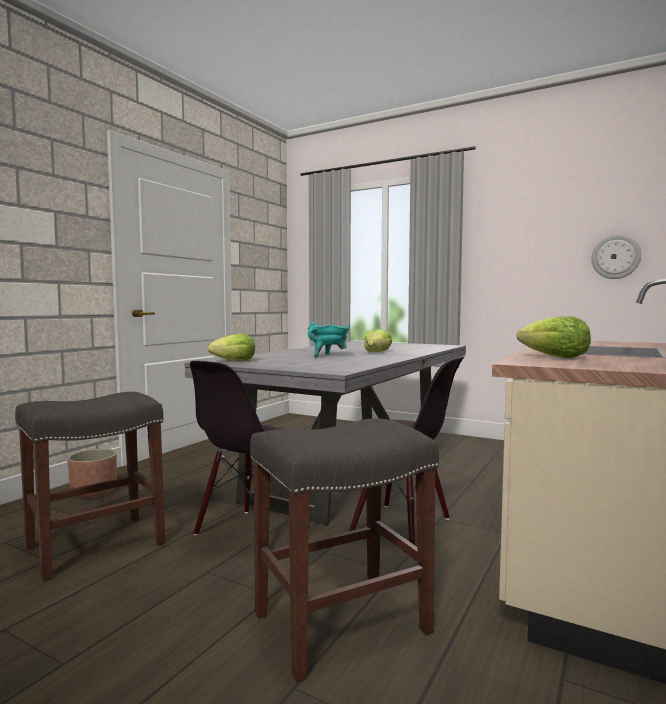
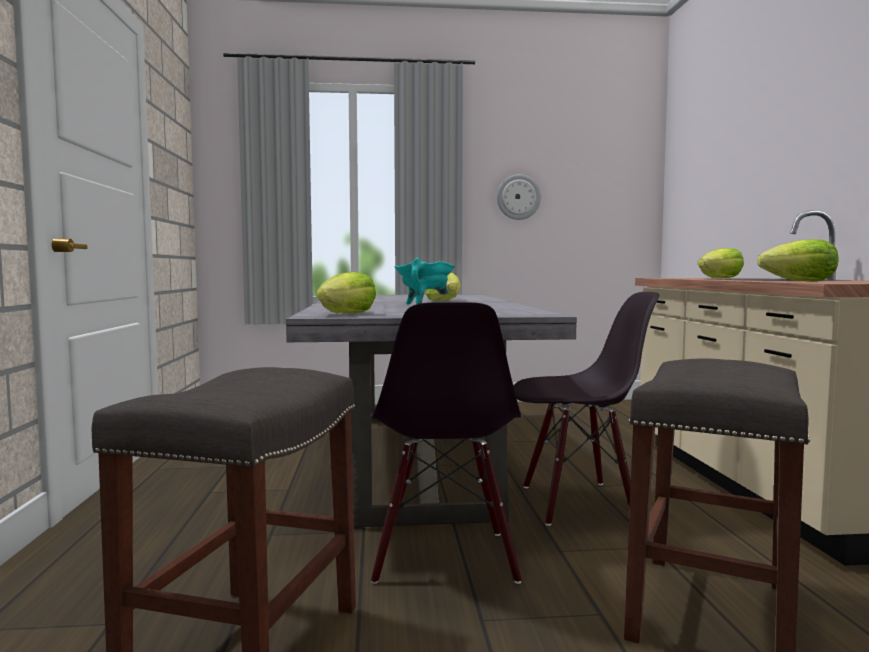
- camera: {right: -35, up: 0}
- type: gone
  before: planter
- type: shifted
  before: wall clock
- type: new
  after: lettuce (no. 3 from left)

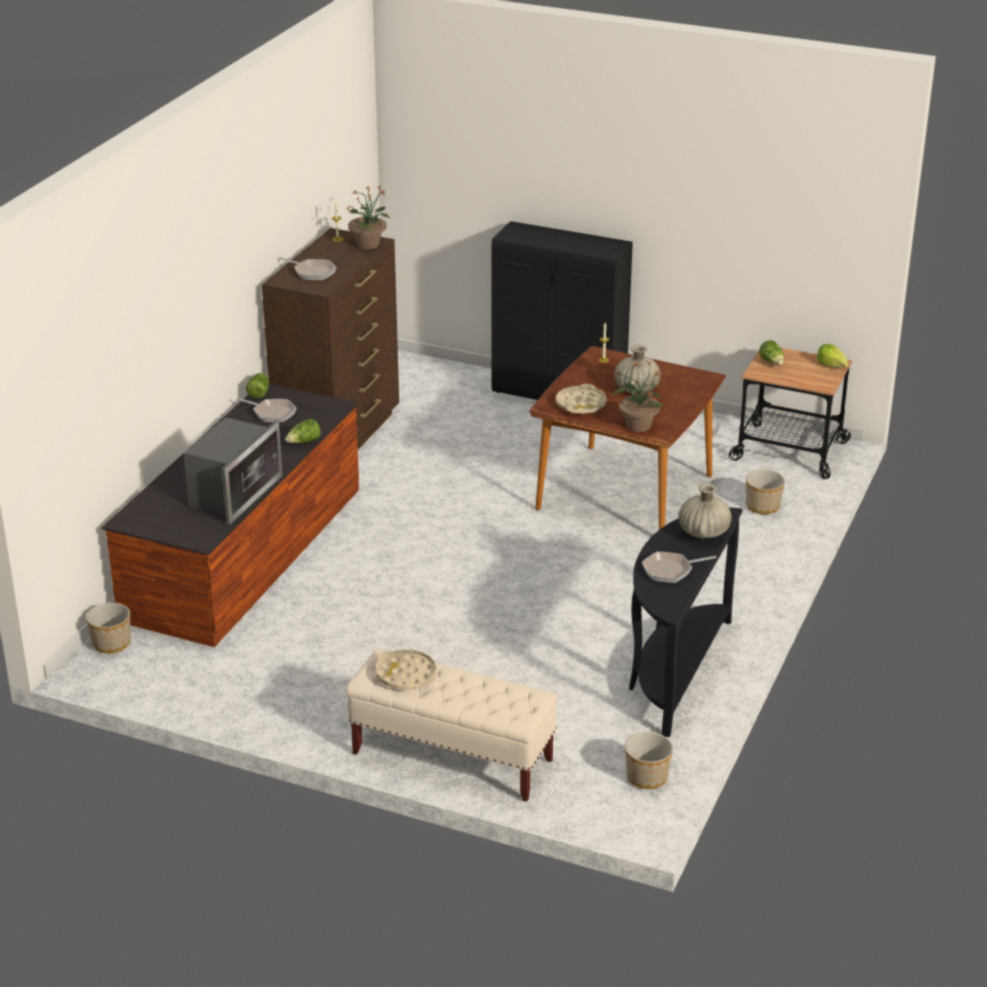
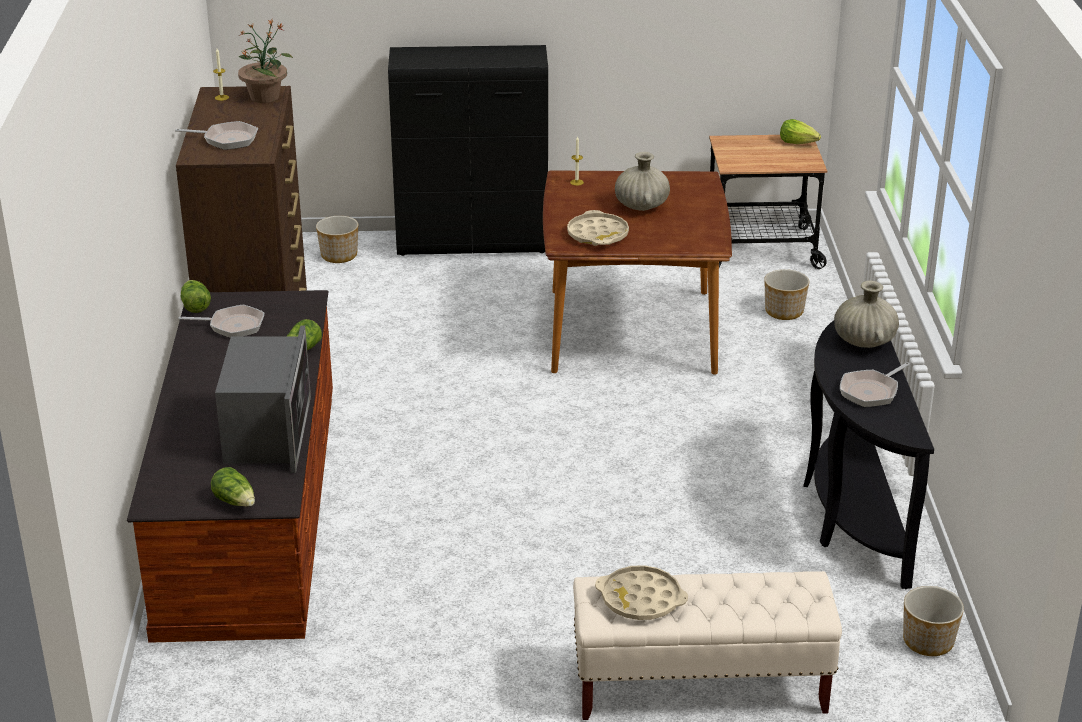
- camera: {right: -25, up: 0}
- type: shifted
  before: planter (no. 1 from left)
- type: gone
  before: potted plant (no. 2 from left)
- type: shifted
  before: lettuce (no. 3 from left in the first image)
  after: lettuce (no. 2 from left)

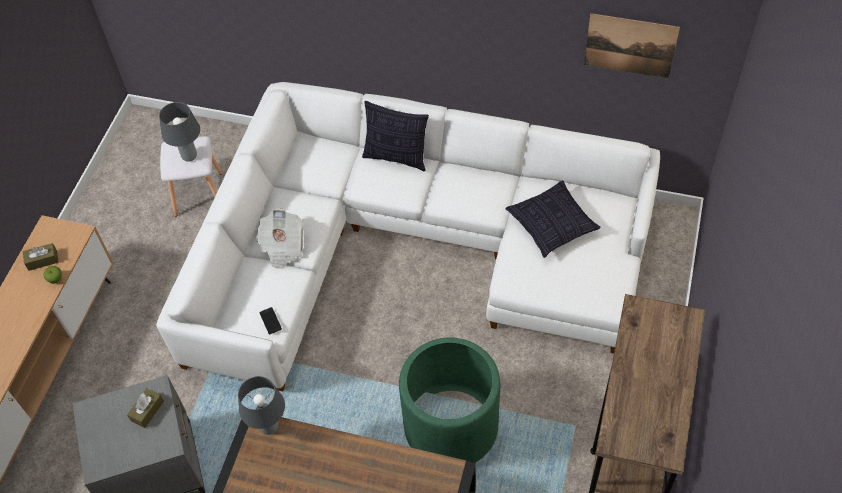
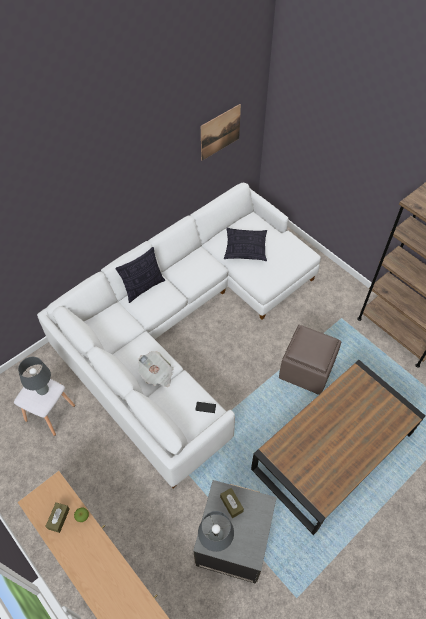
- camera: {right: -60, up: 0}
- type: shifted
  before: grey table lamp (no. 2 from left)
- type: swapped
  before: green planter
  after: brown ottoman

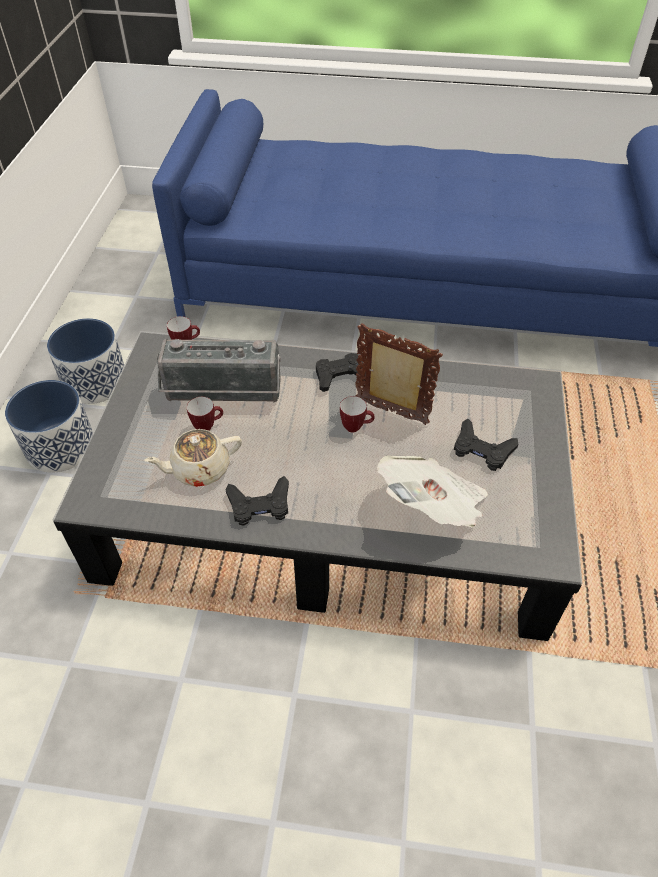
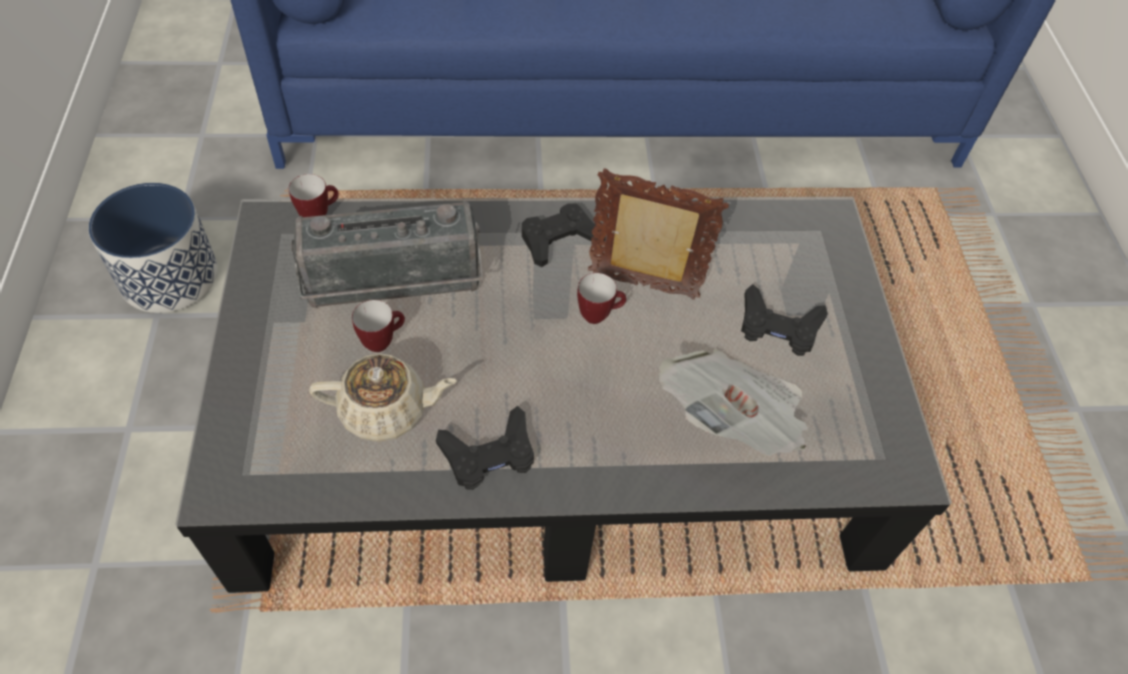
- camera: {right: -15, up: 5}
- type: gone
  before: planter (no. 1 from left)
- type: rotated
  before: beige teapot
  turn: -150

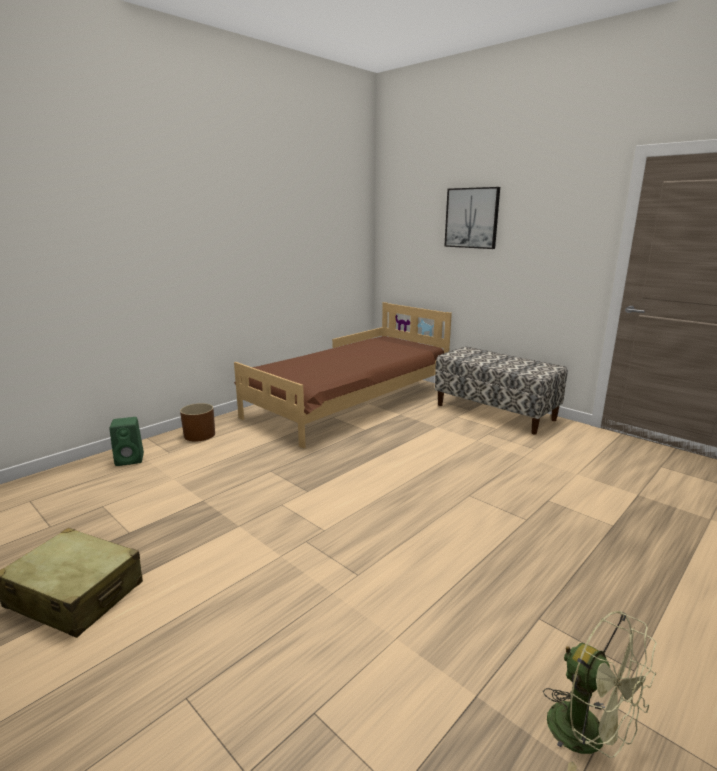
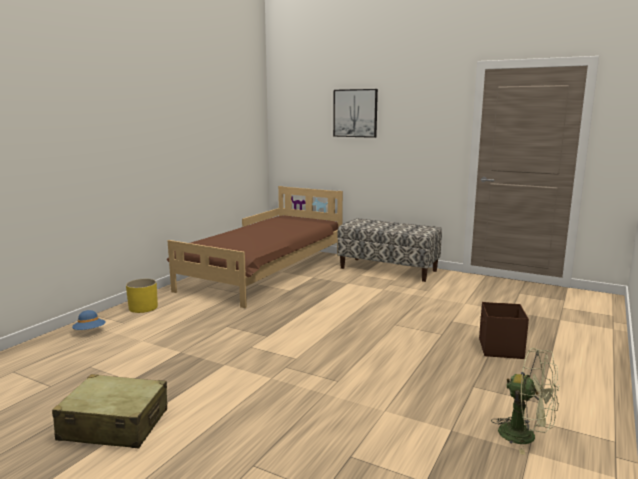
- camera: {right: -15, up: -5}
- type: swapped
  before: green speaker
  after: blue hat
- type: repainted
  before: brown planter
  after: yellow planter
- type: new
  after: brown storage box

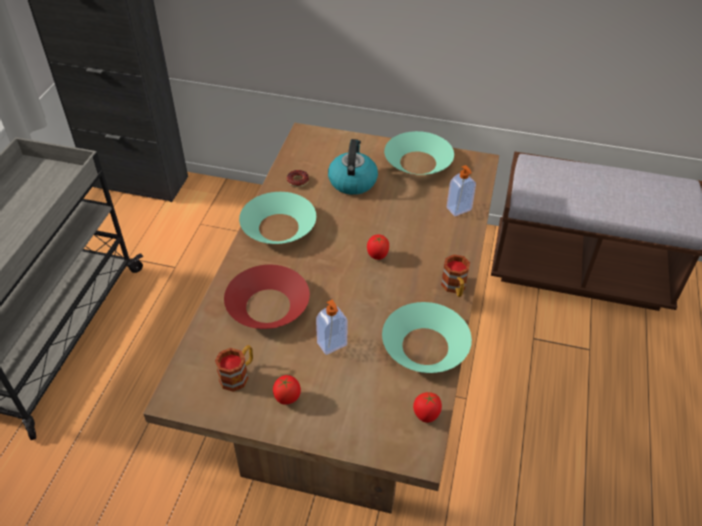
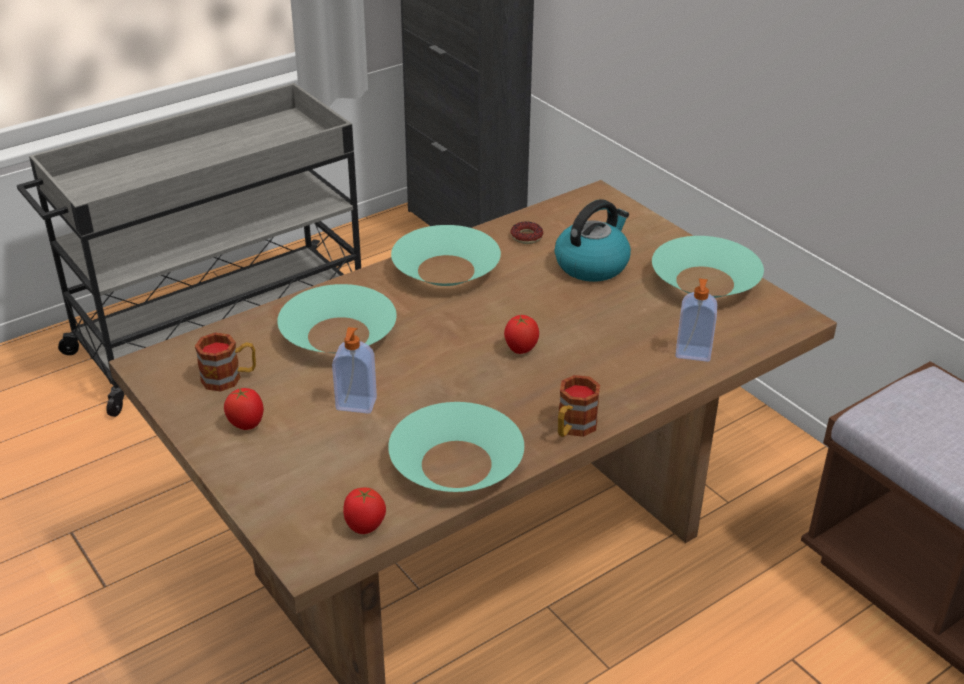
- camera: {right: 40, up: -10}
- type: repainted
  before: red bowl
  after: turquoise bowl (no. 1 from left)

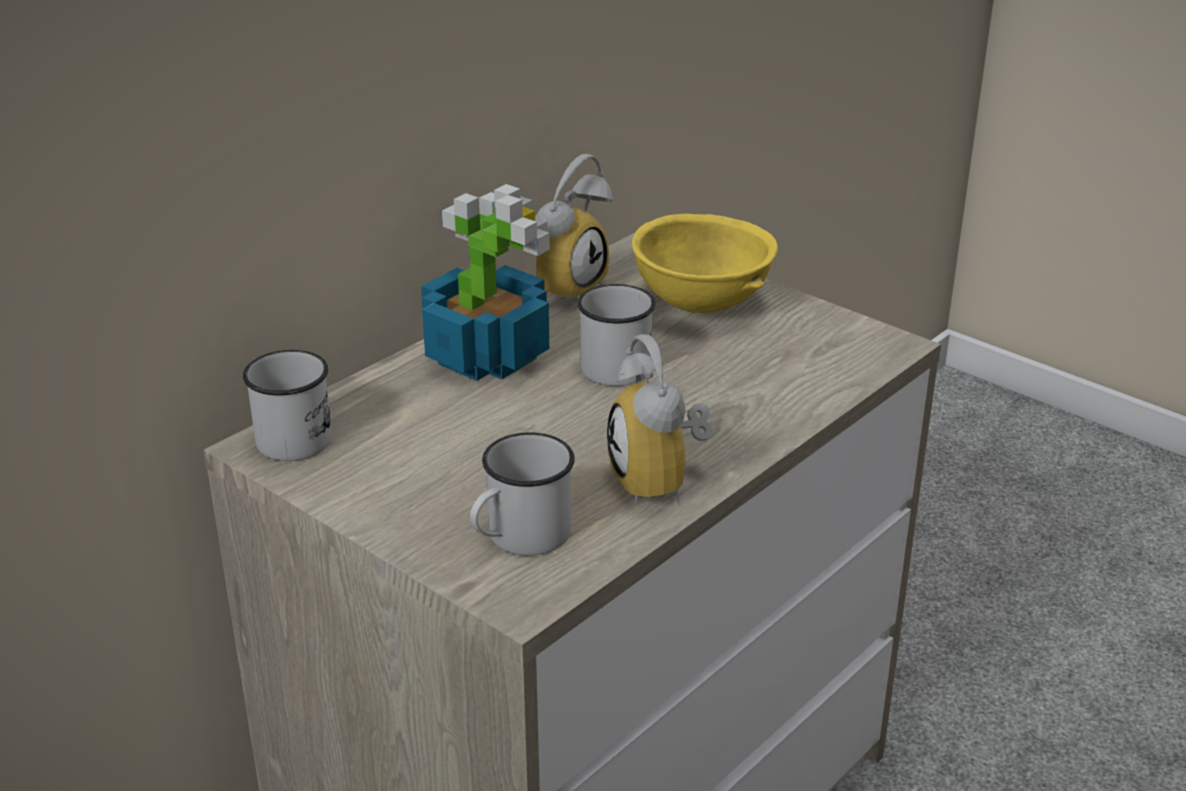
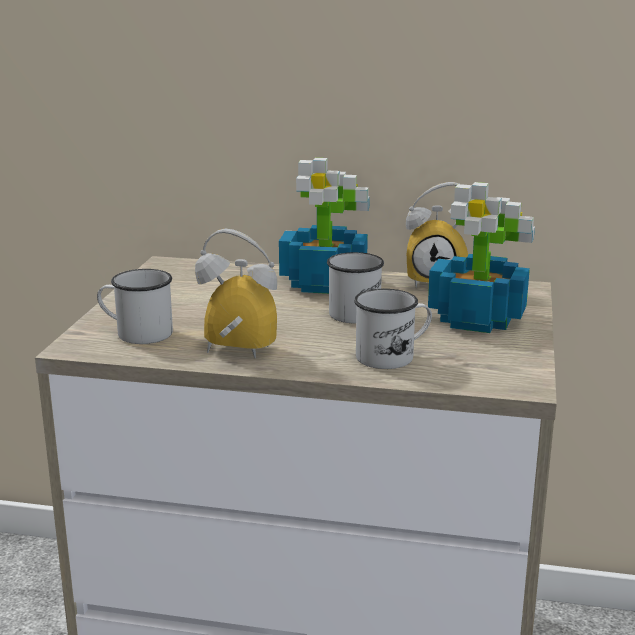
- camera: {right: 60, up: -10}
- type: shifted
  before: white mug (no. 1 from left in the first image)
  after: white mug (no. 3 from left)
- type: rotated
  before: alarm clock (no. 2 from left in the first image)
  turn: 60
- type: swapped
  before: yellow bowl
  after: potted plant (no. 2 from left)

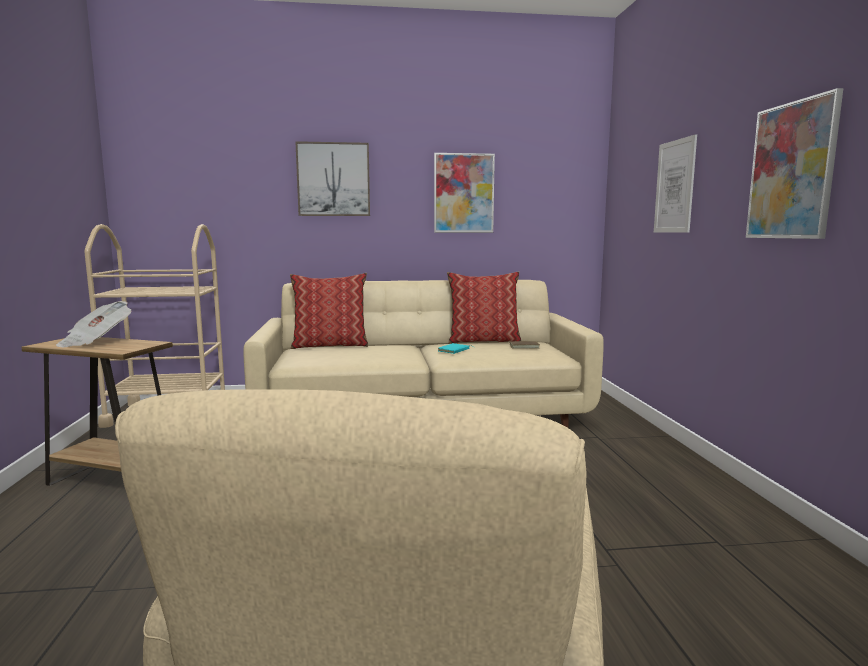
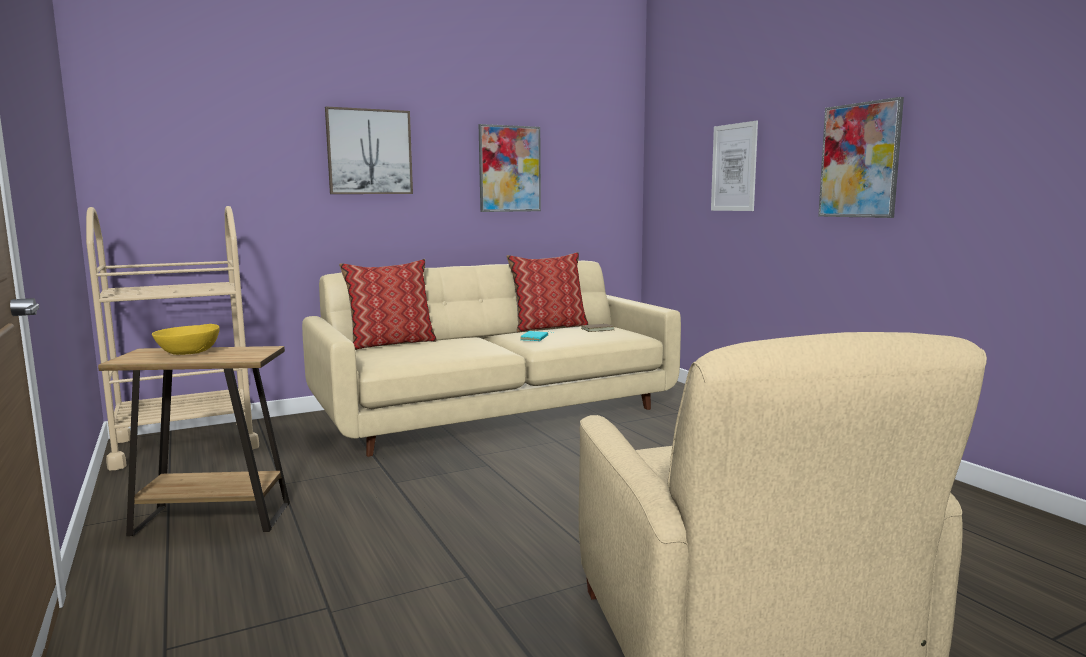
- camera: {right: -20, up: 0}
- type: swapped
  before: newspaper
  after: yellow bowl

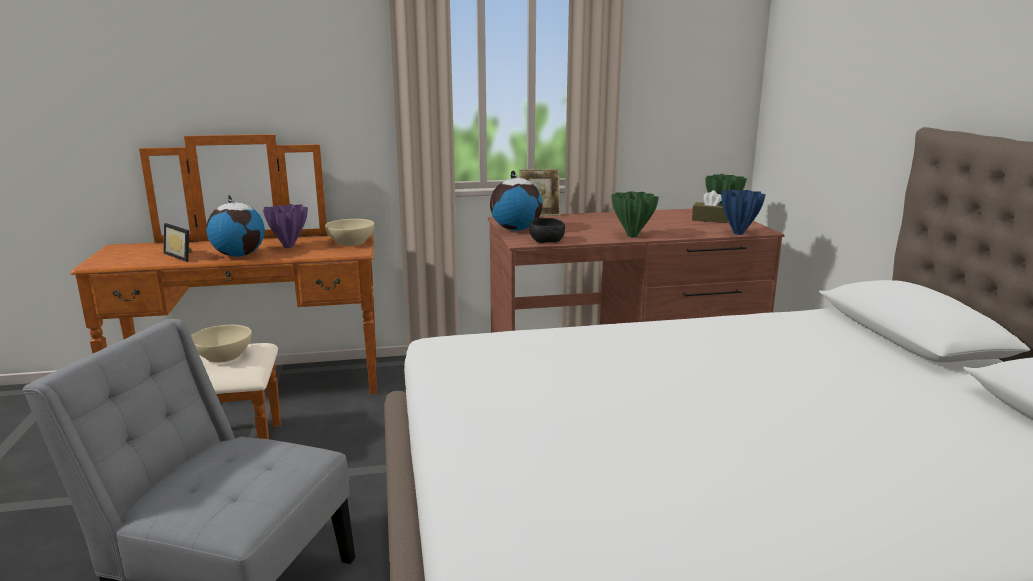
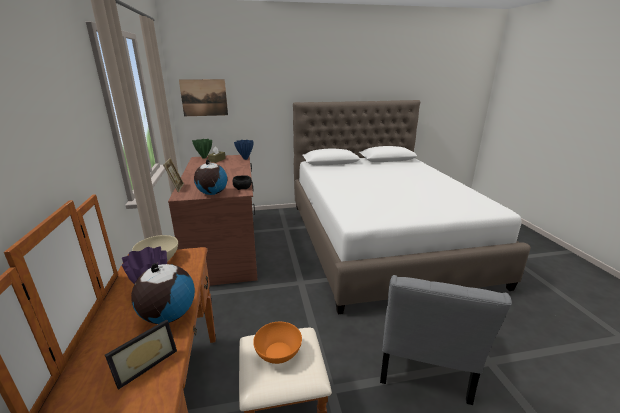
- camera: {right: -90, up: 5}
- type: repainted
  before: beige bowl (no. 1 from left)
  after: orange bowl
- type: gone
  before: green vase (no. 1 from left)
- type: new
  after: picture

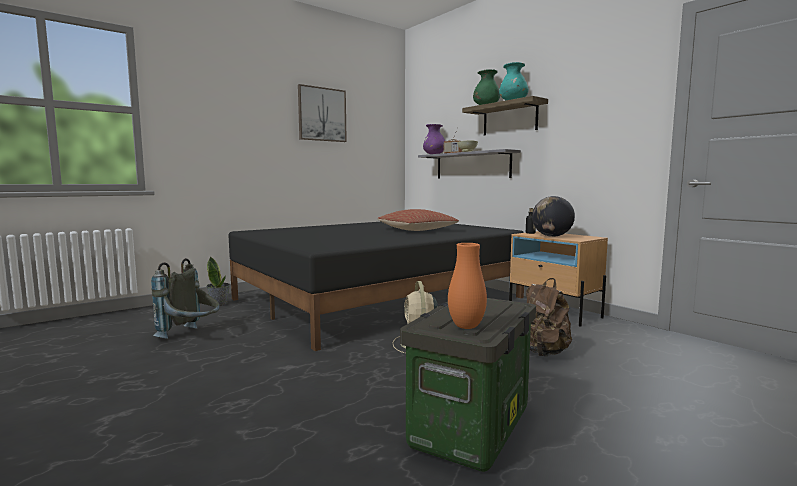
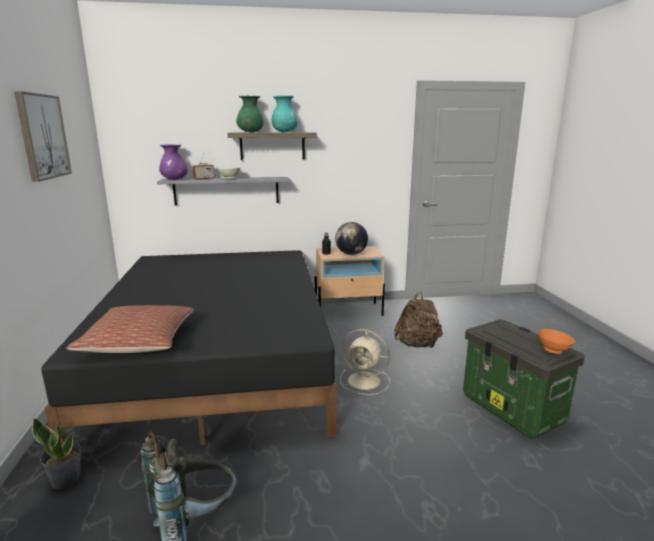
- camera: {right: -60, up: 10}
- type: shifted
  before: pillow
- type: swapped
  before: orange vase
  after: orange bowl

